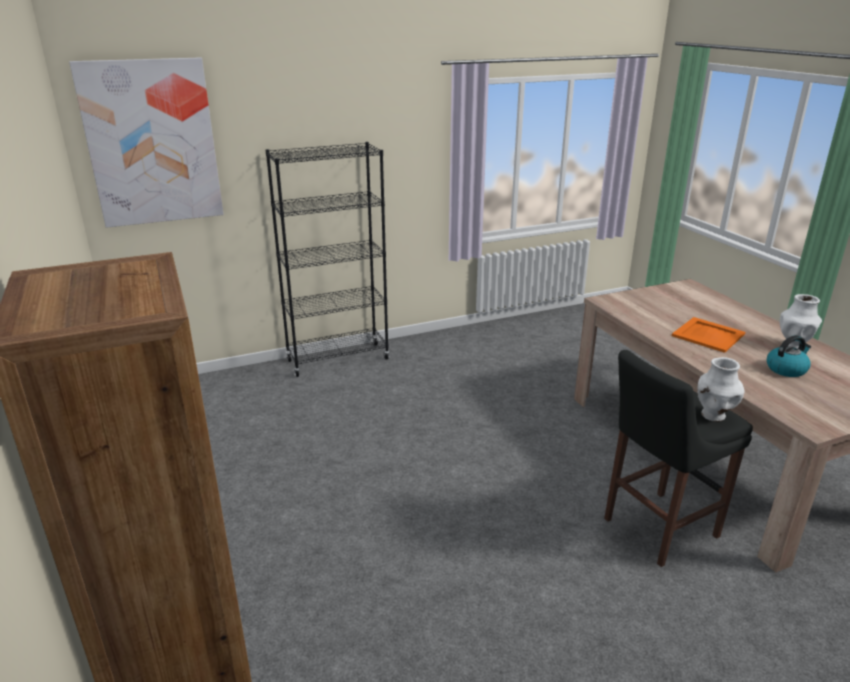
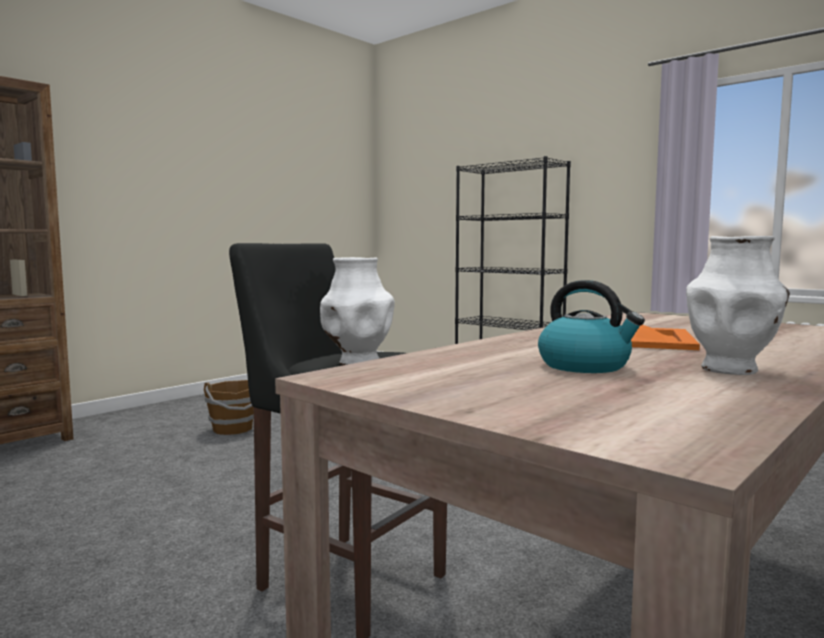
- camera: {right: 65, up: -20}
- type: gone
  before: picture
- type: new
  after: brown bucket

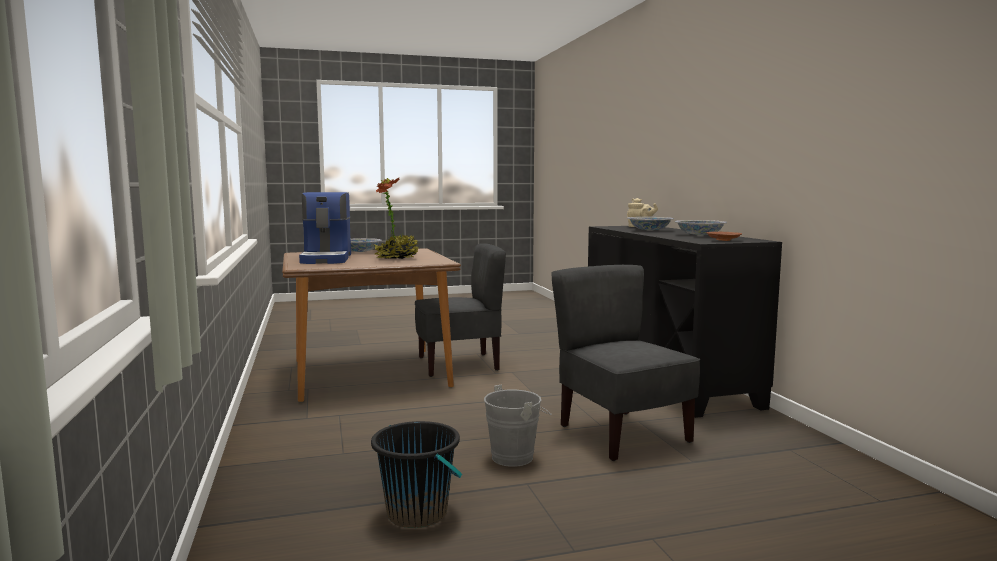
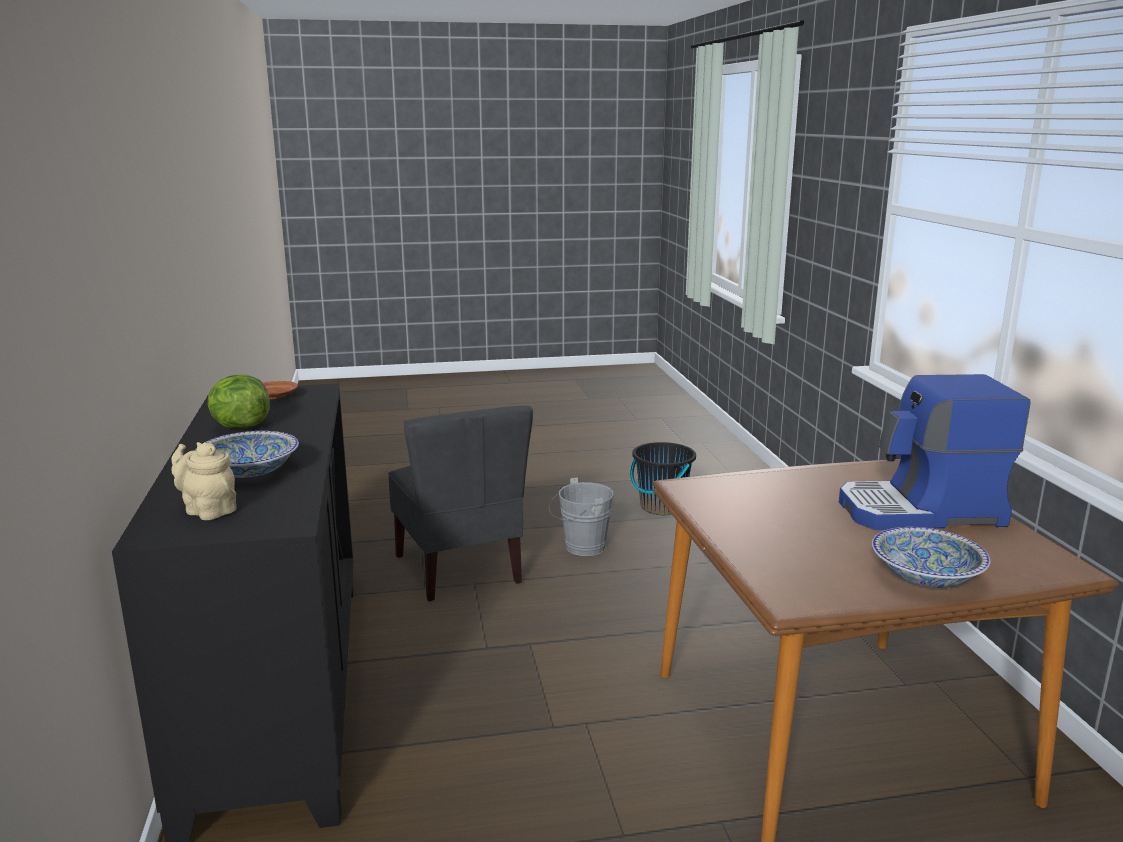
- camera: {right: -175, up: 10}
- type: rotated
  before: coffee machine
  turn: -90
- type: gone
  before: potted plant
- type: gone
  before: grey chair (no. 1 from left)
- type: swapped
  before: bowl (no. 3 from left)
  after: lettuce

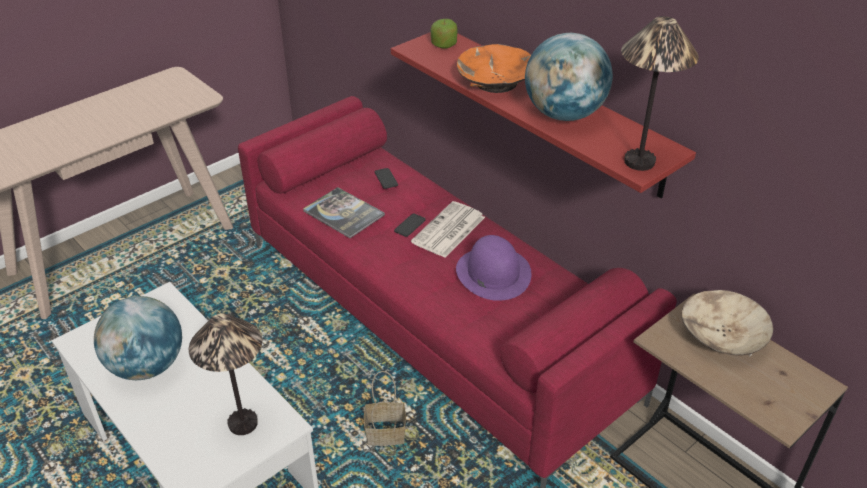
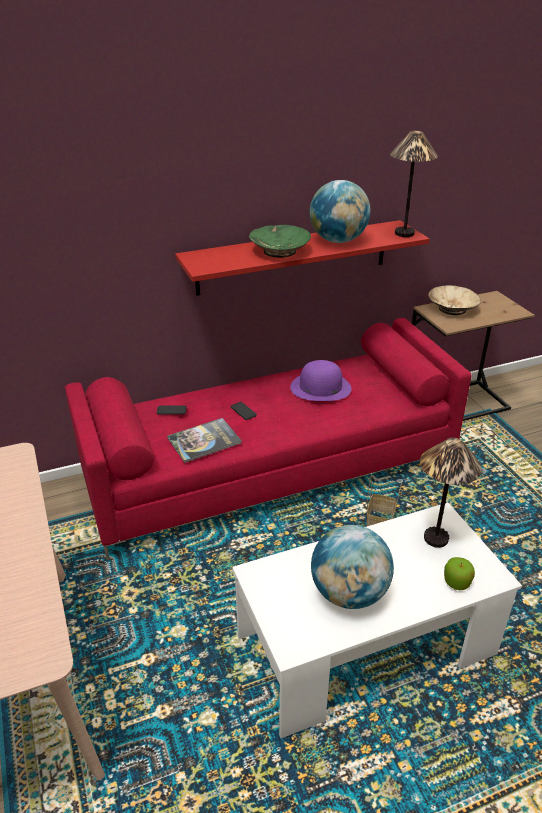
- camera: {right: -70, up: -5}
- type: gone
  before: newspaper
- type: shifted
  before: apple
- type: repainted
  before: orange bowl
  after: green bowl

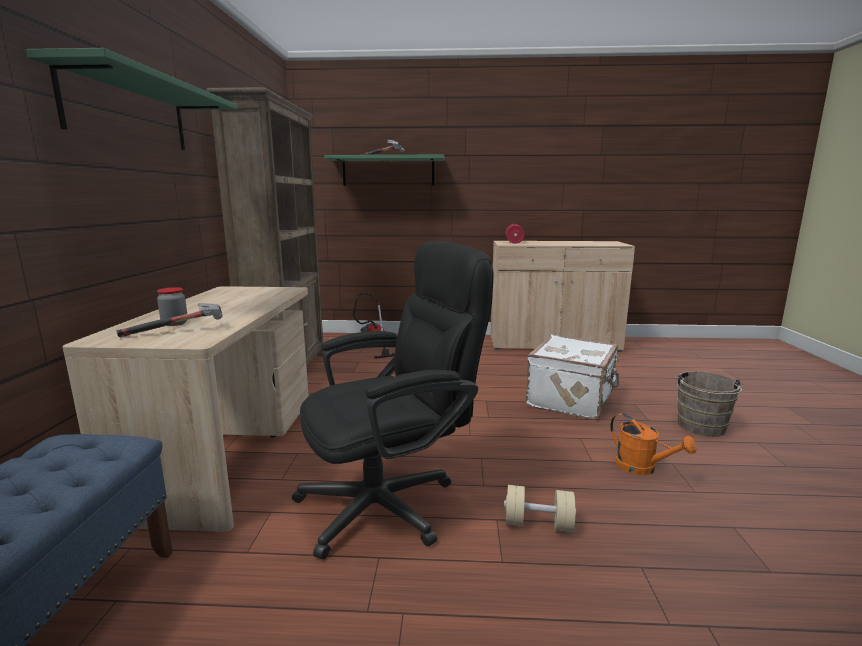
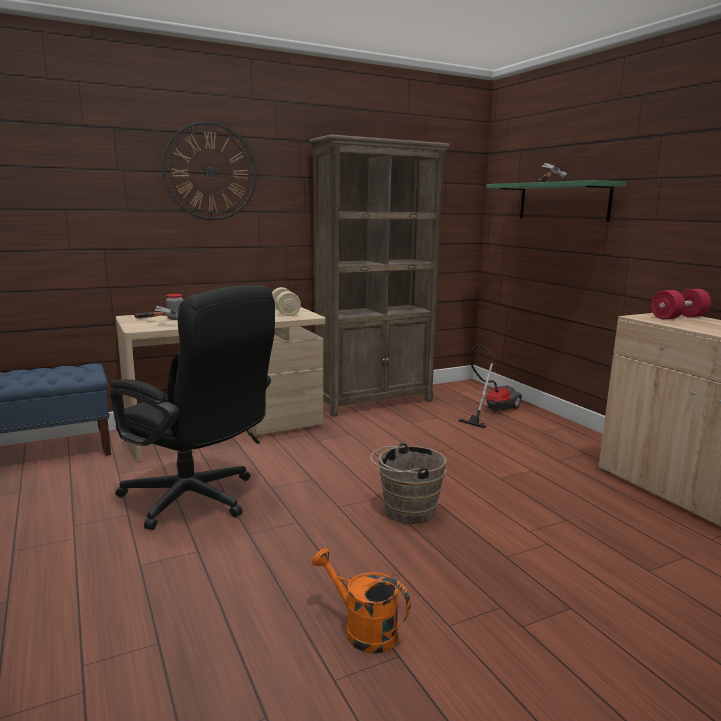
- camera: {right: 60, up: 0}
- type: swapped
  before: green shelf (no. 1 from left)
  after: wall clock
- type: shifted
  before: beige dumbbell
- type: gone
  before: white suitcase
- type: rotated
  before: orange watering can
  turn: 105
- type: shifted
  before: brown bucket

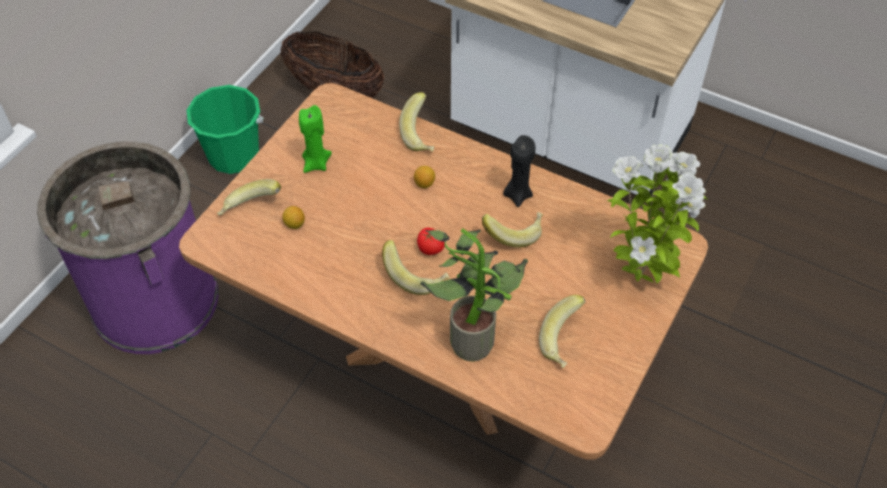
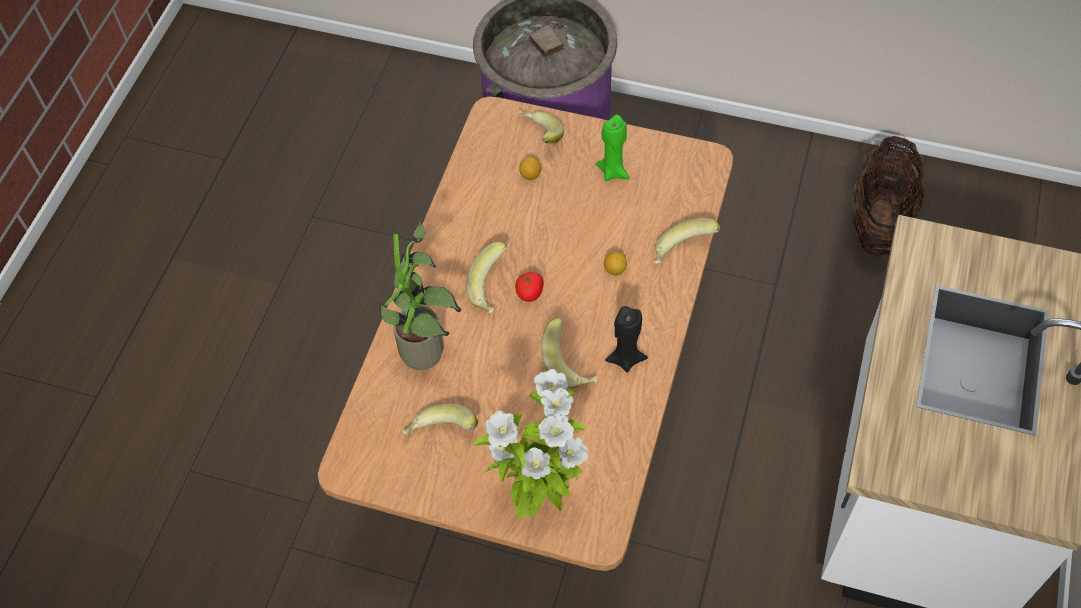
- camera: {right: 80, up: 5}
- type: gone
  before: green bucket

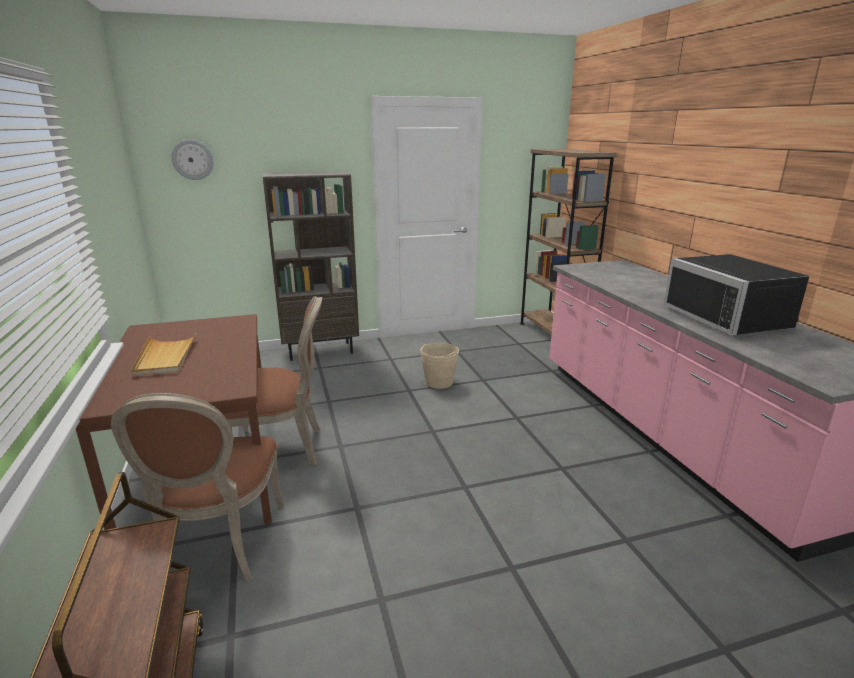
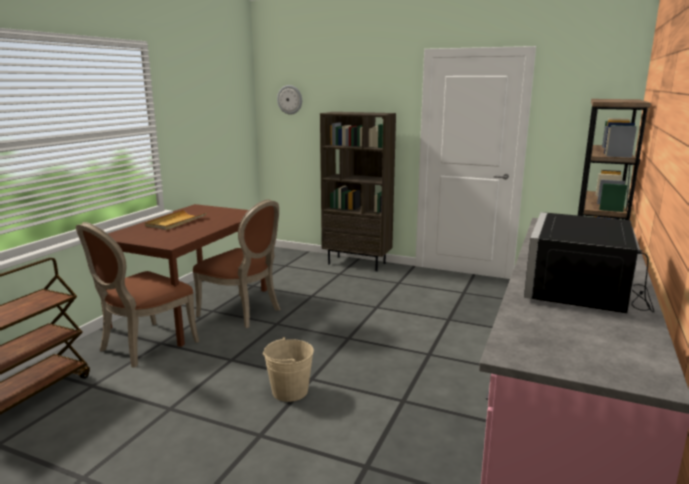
- camera: {right: 40, up: -5}
- type: shifted
  before: beige bucket

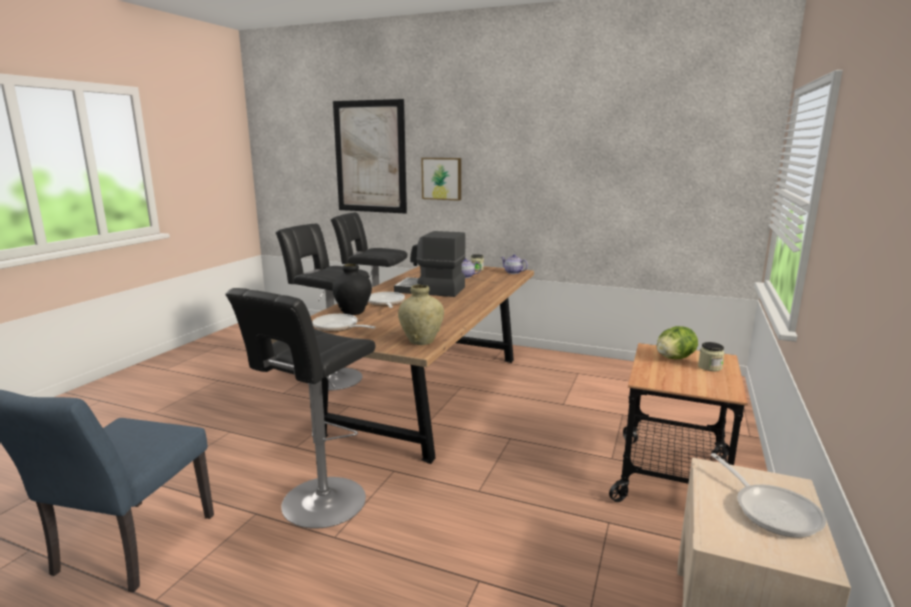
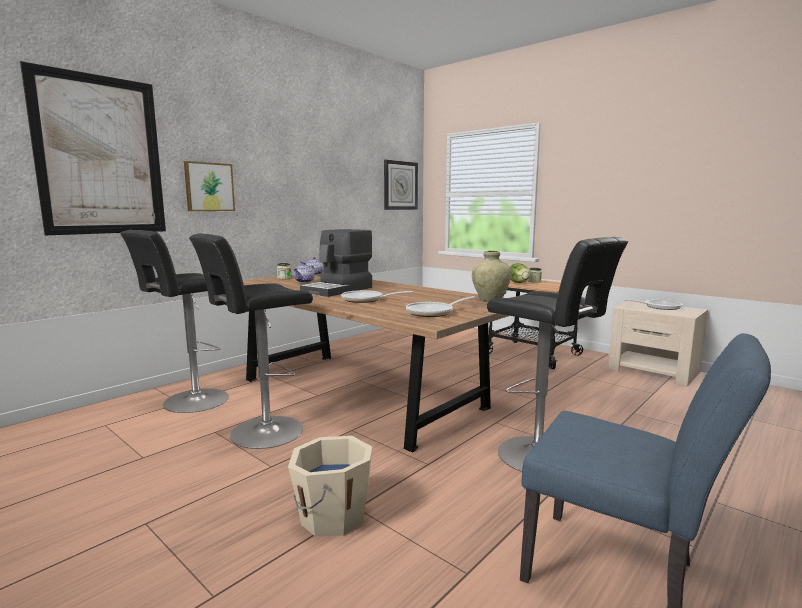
- camera: {right: -70, up: -5}
- type: gone
  before: black vase
- type: new
  after: beige bucket
- type: new
  after: wall clock

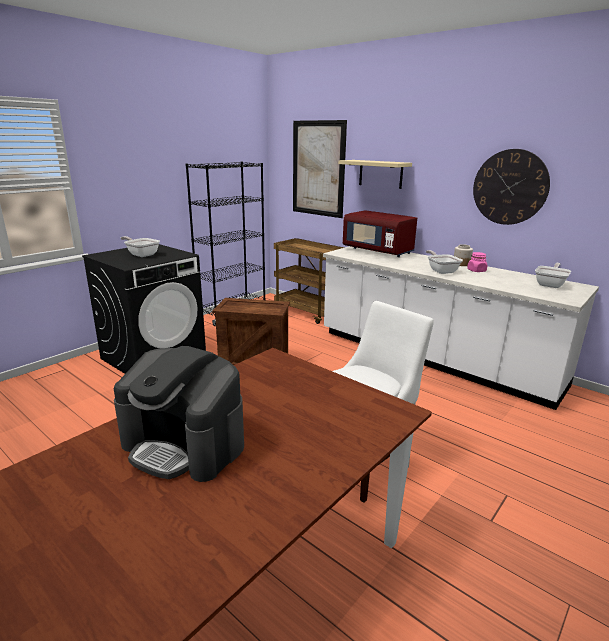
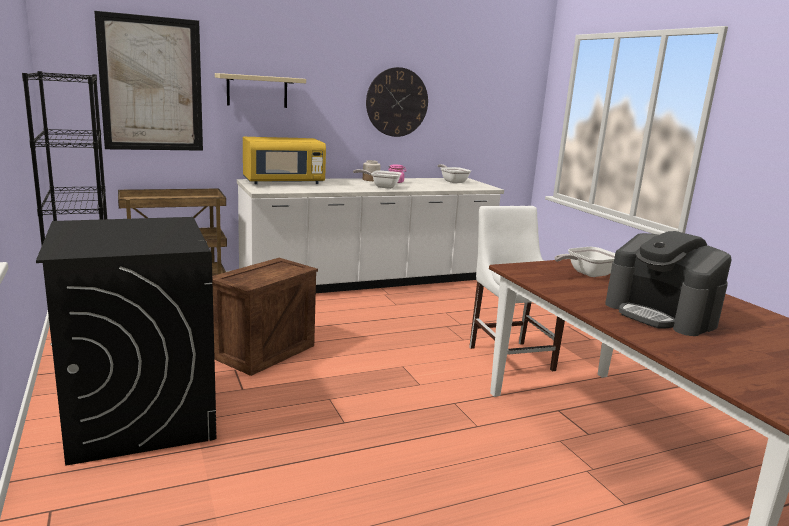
- camera: {right: -65, up: -5}
- type: rotated
  before: coffee machine
  turn: 90
- type: shifted
  before: frying pan (no. 1 from left in the first image)
  after: frying pan (no. 3 from left)
- type: repainted
  before: red microwave
  after: yellow microwave

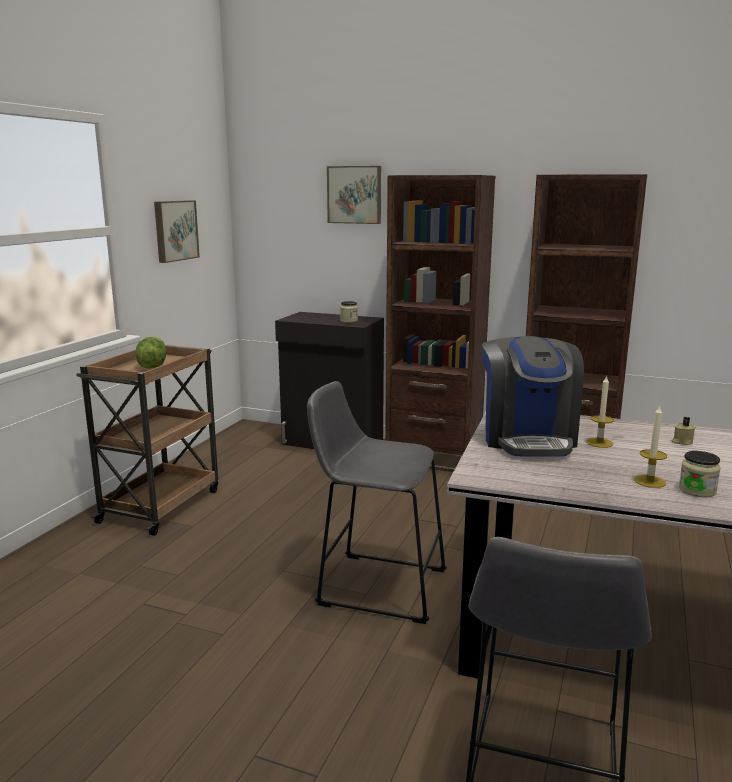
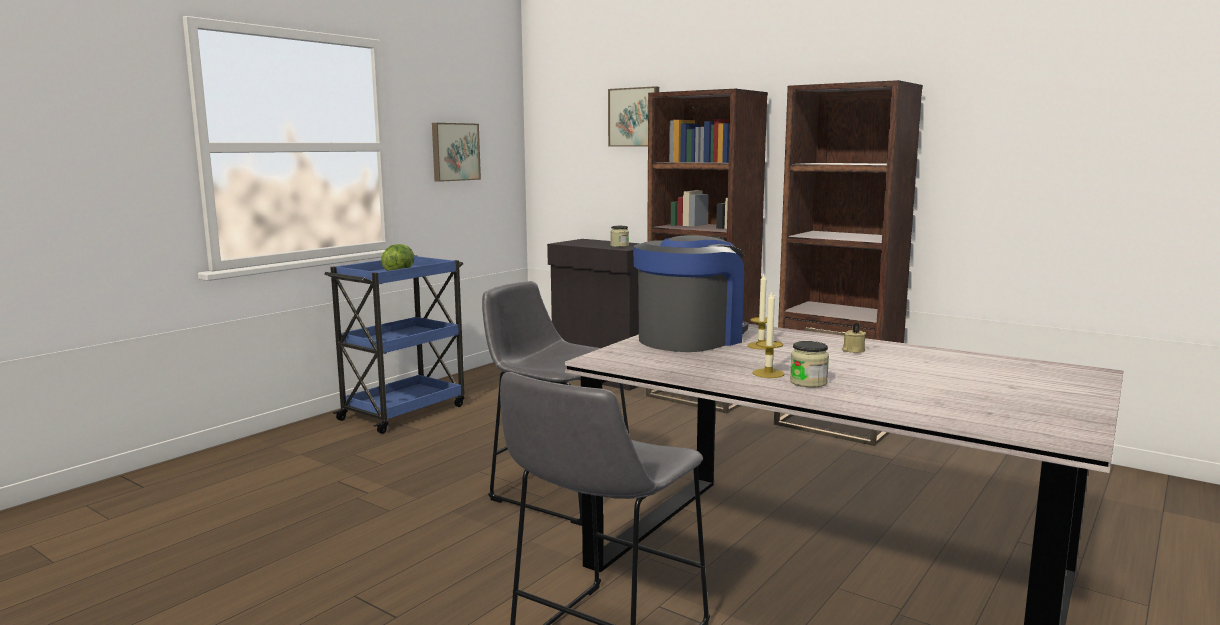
- camera: {right: 15, up: -5}
- type: repainted
  before: brown cart
  after: blue cart
- type: rotated
  before: coffee machine
  turn: -150

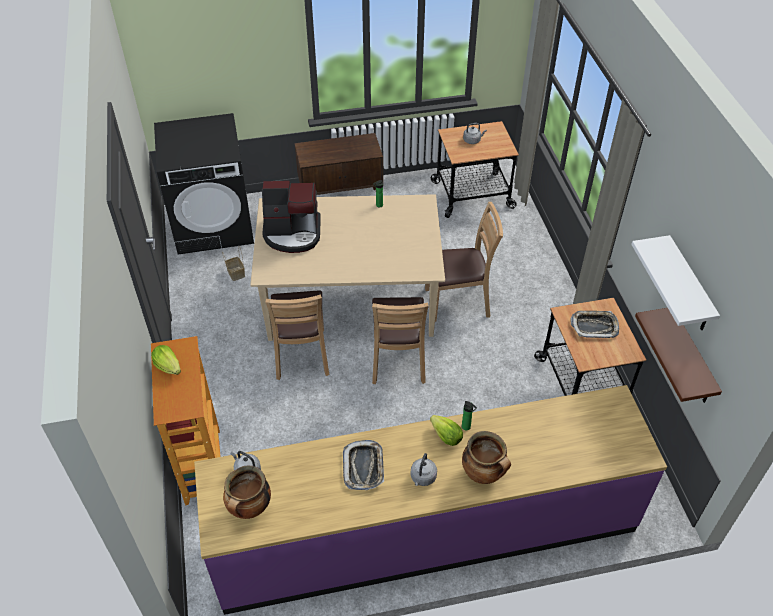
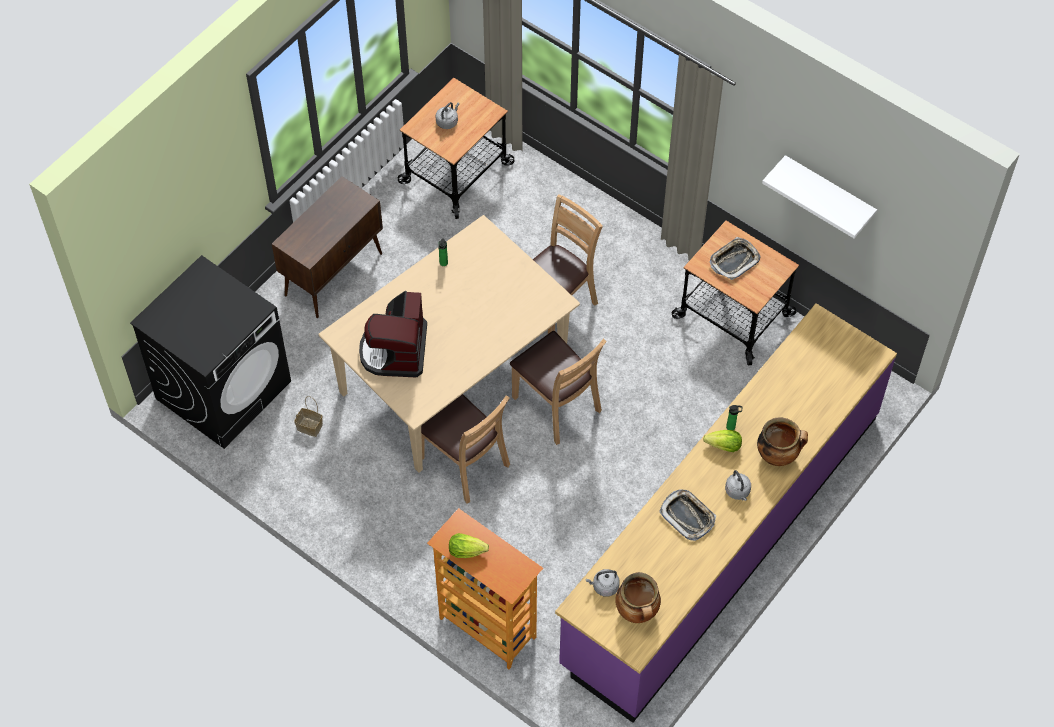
- camera: {right: -40, up: 10}
- type: rotated
  before: coffee machine
  turn: 135
- type: gone
  before: brown shelf

